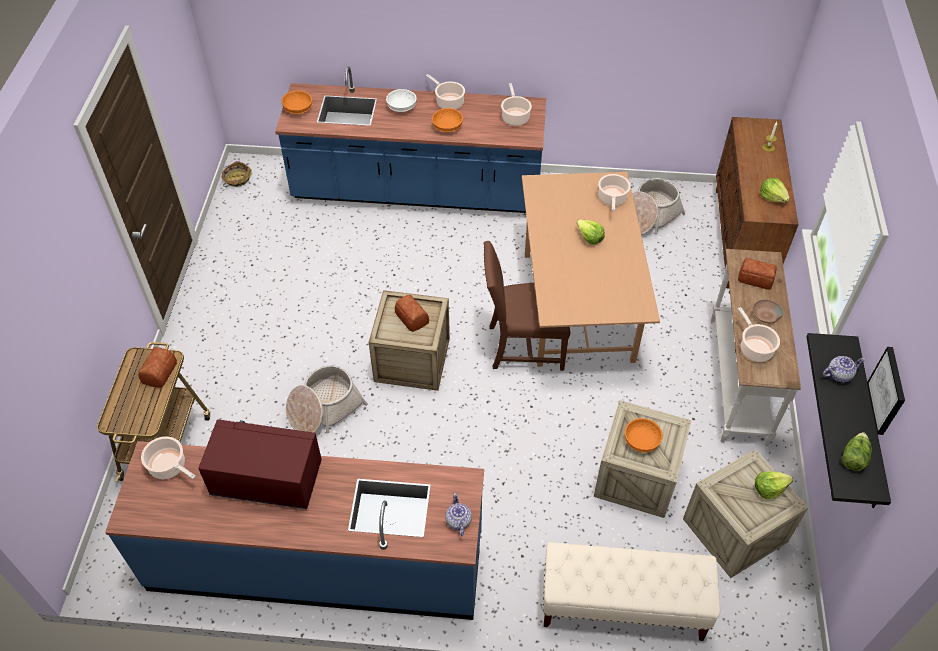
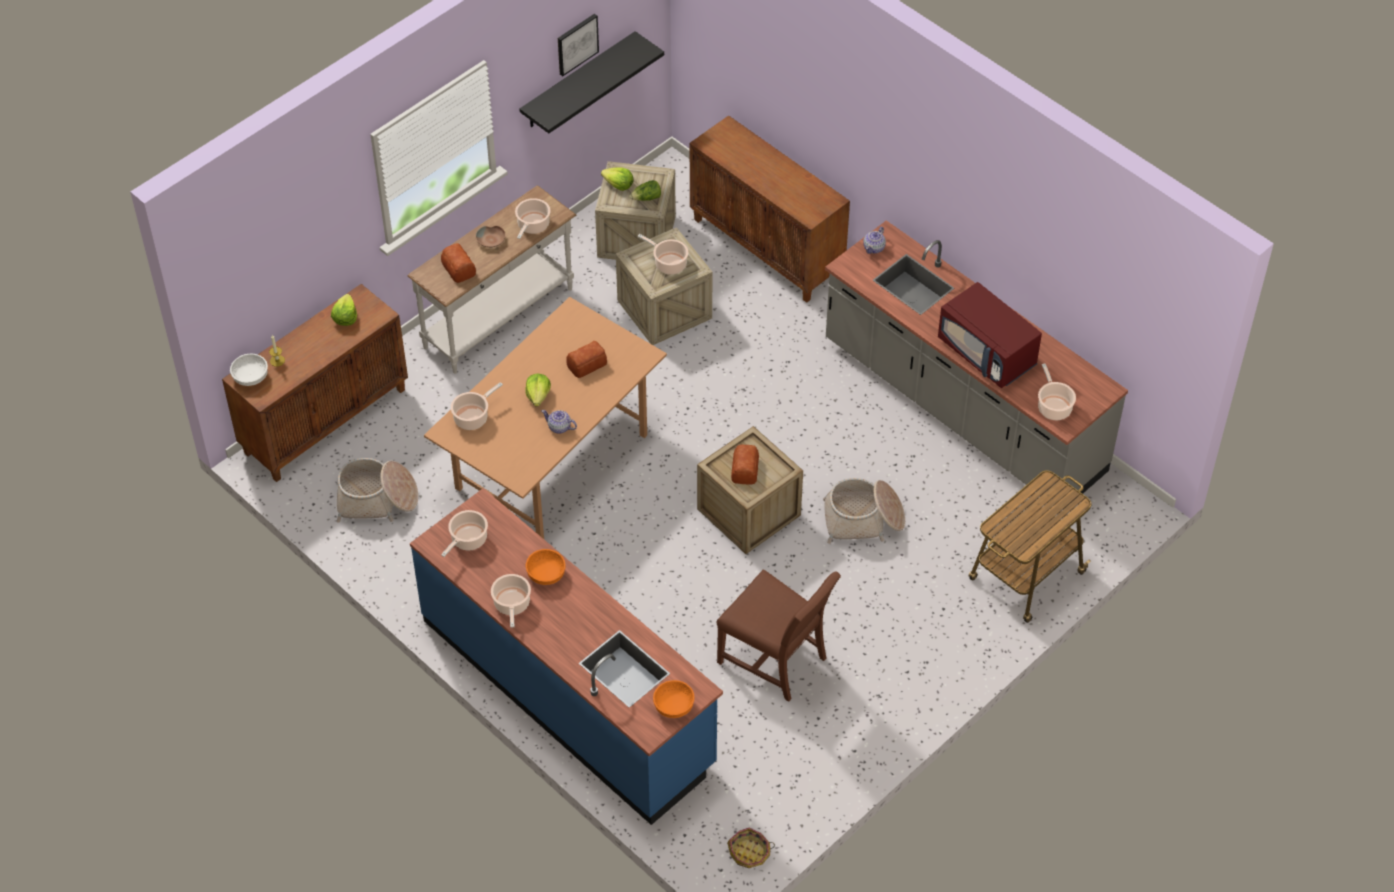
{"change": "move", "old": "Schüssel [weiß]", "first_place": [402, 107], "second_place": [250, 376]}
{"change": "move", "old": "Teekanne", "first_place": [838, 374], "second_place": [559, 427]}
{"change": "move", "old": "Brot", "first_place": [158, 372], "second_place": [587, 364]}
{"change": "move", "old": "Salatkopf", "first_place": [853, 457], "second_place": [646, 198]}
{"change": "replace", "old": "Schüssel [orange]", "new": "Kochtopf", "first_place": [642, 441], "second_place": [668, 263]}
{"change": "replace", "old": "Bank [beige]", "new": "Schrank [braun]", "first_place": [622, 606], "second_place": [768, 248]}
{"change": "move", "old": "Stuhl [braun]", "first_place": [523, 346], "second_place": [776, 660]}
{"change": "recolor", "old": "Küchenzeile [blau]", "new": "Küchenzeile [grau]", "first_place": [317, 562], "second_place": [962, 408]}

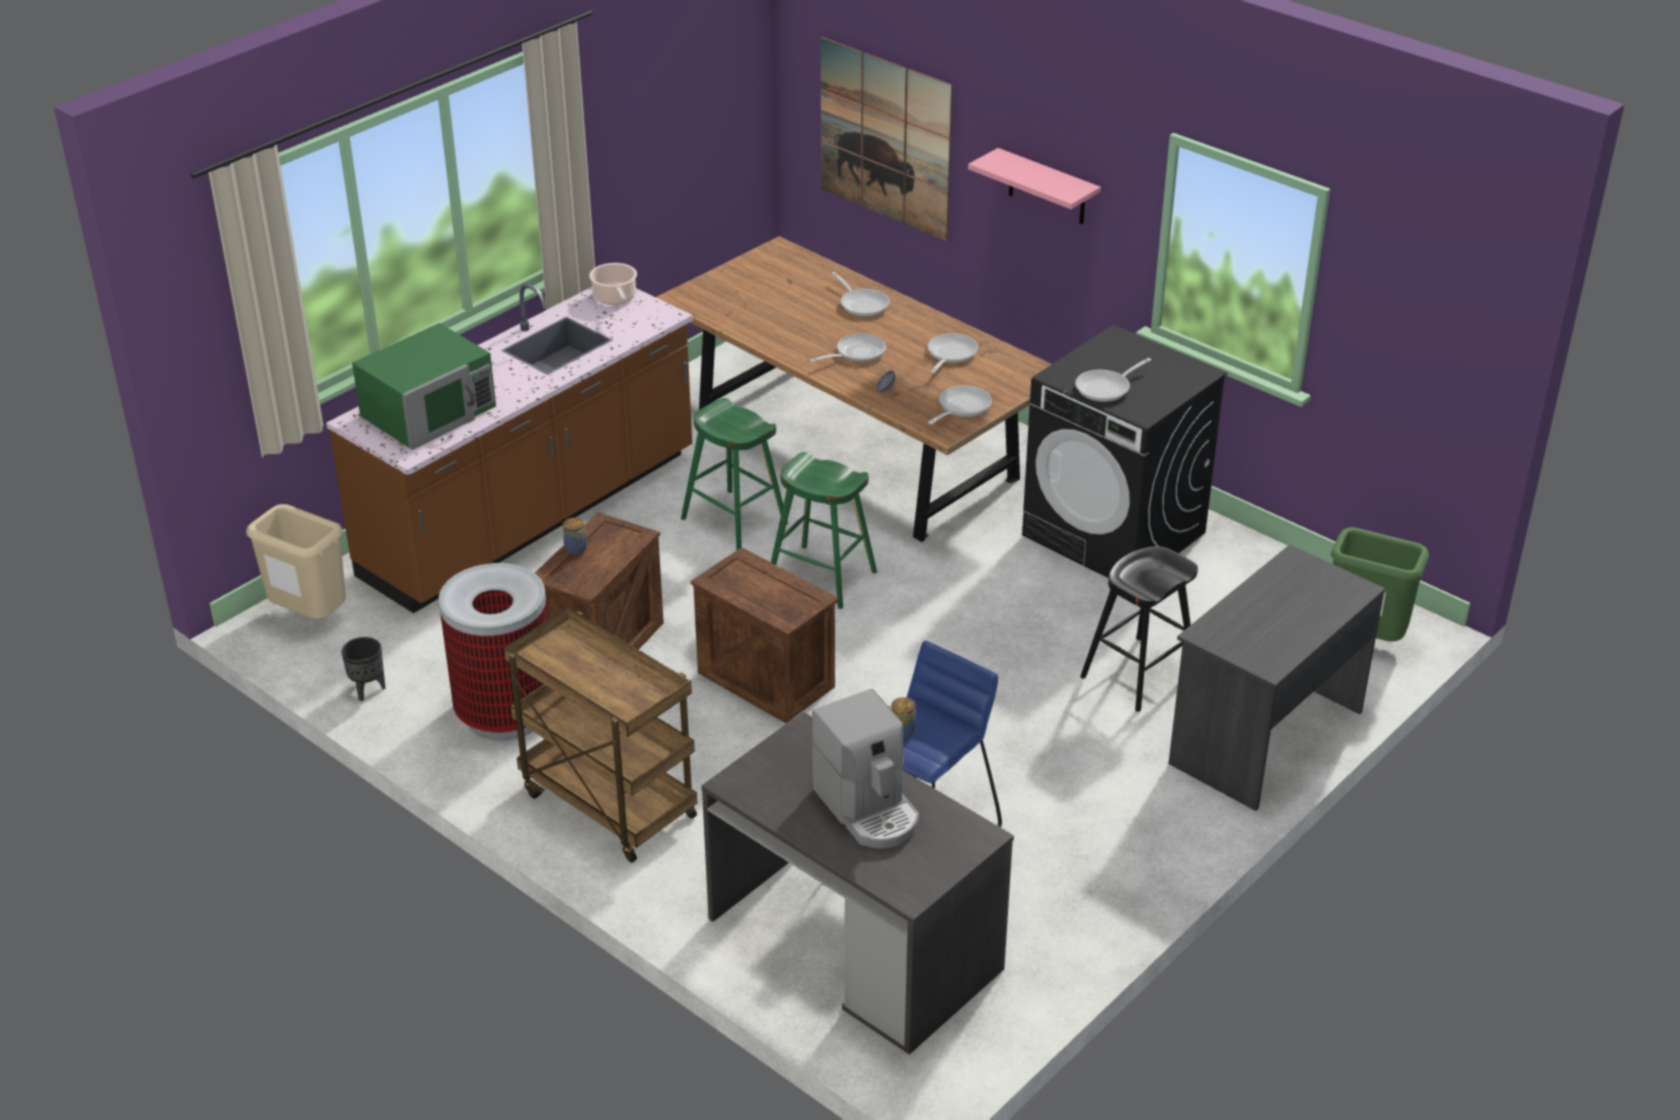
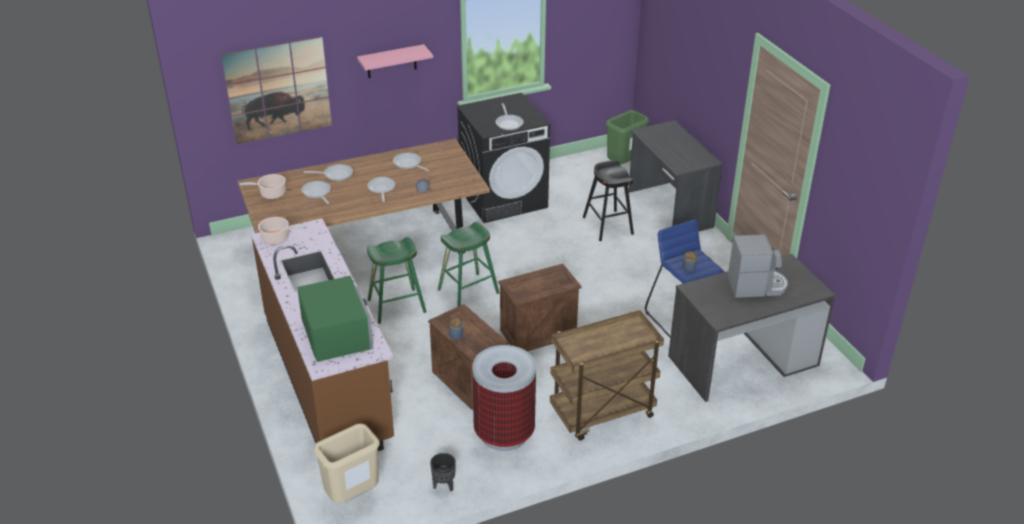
{"change": "insert", "new": "Kochtopf", "second_place": [271, 194]}
{"change": "move", "old": "Pfanne", "first_place": [961, 407], "second_place": [317, 193]}

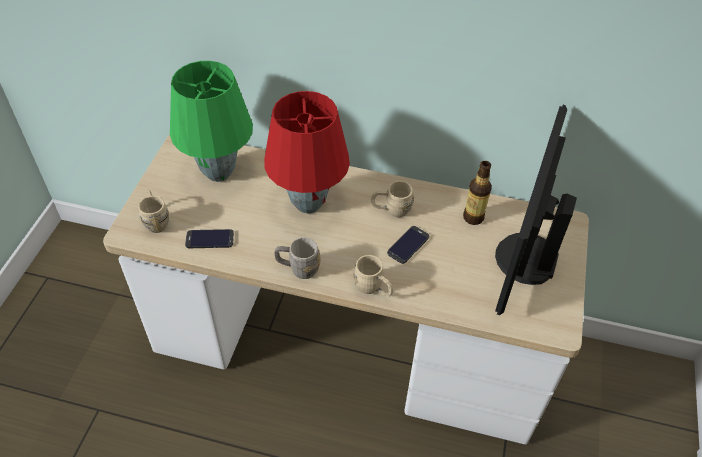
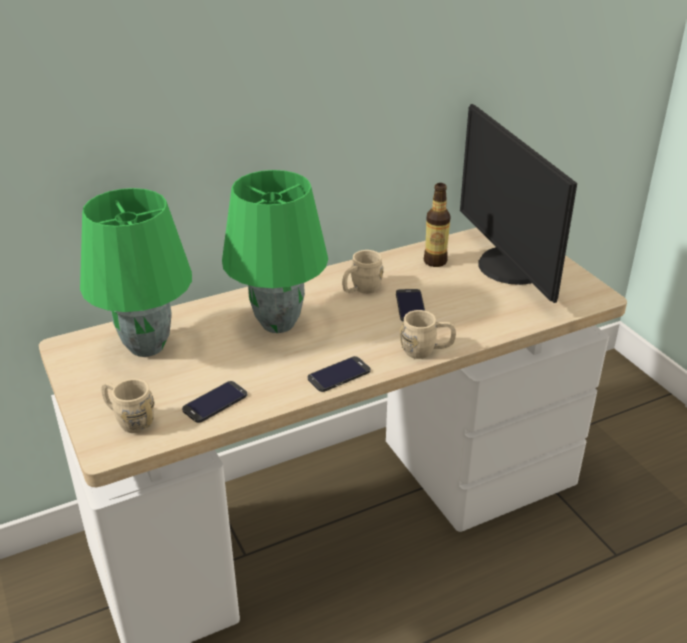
{"change": "recolor", "old": "Tischlampe [rot]", "new": "Tischlampe [grün]", "first_place": [308, 204], "second_place": [279, 324]}
{"change": "replace", "old": "Henkelbecher [grau]", "new": "Handy", "first_place": [298, 269], "second_place": [339, 374]}

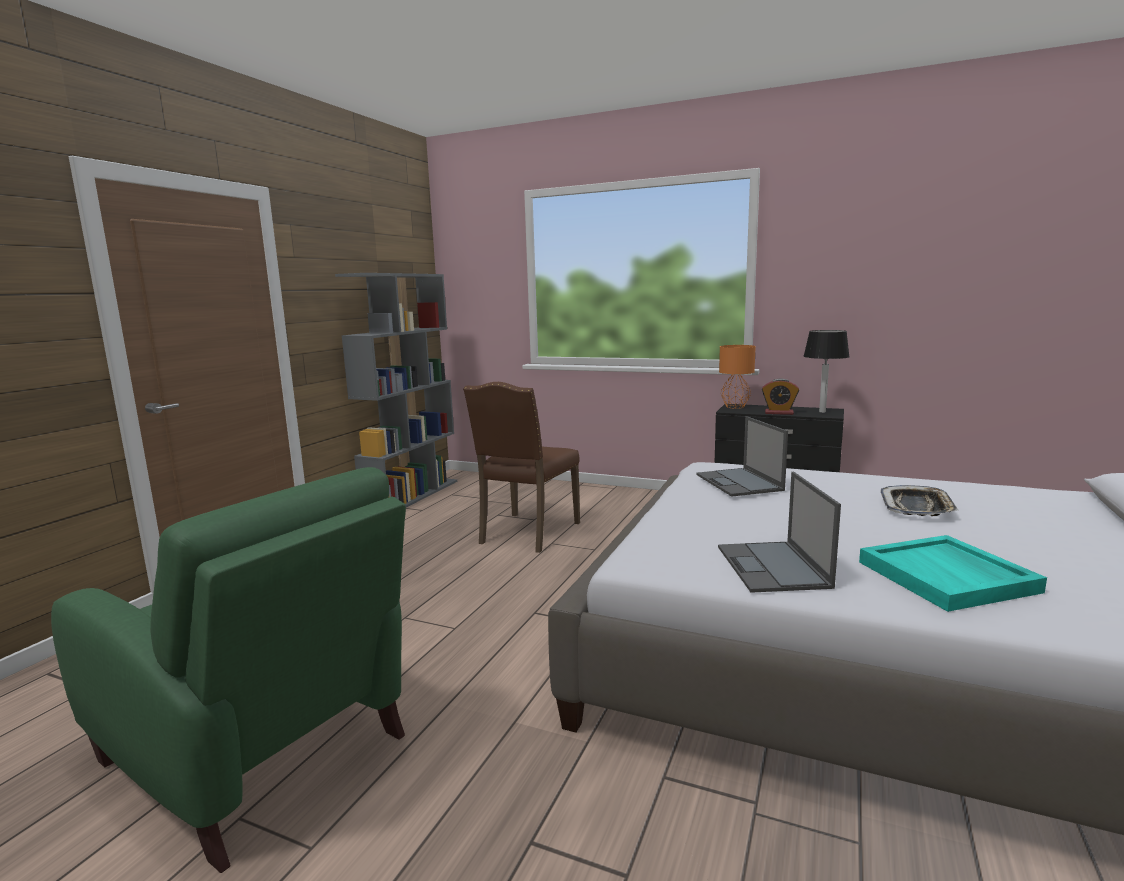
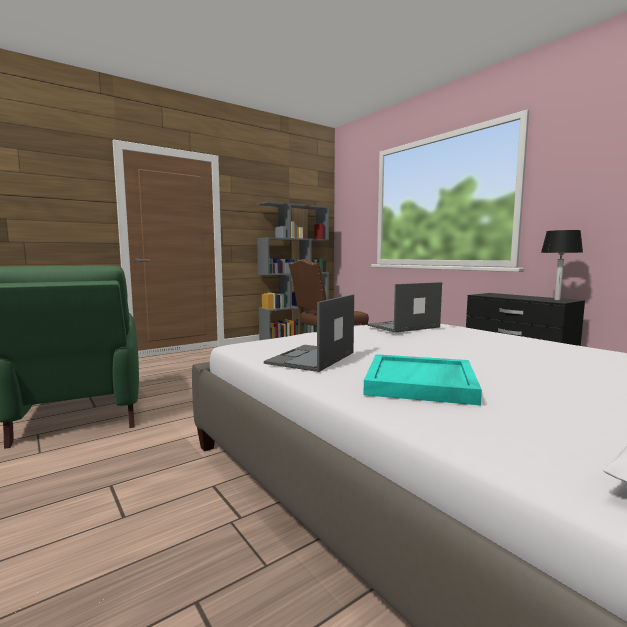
{"change": "rotate", "old": "Laptop", "first_place": [739, 482], "second_place": [403, 326], "degrees": 45}
{"change": "delete", "old": "Tischlampe [orange]", "first_place": [734, 407]}
{"change": "delete", "old": "Wecker", "first_place": [779, 413]}
{"change": "delete", "old": "Tablett", "first_place": [917, 507]}

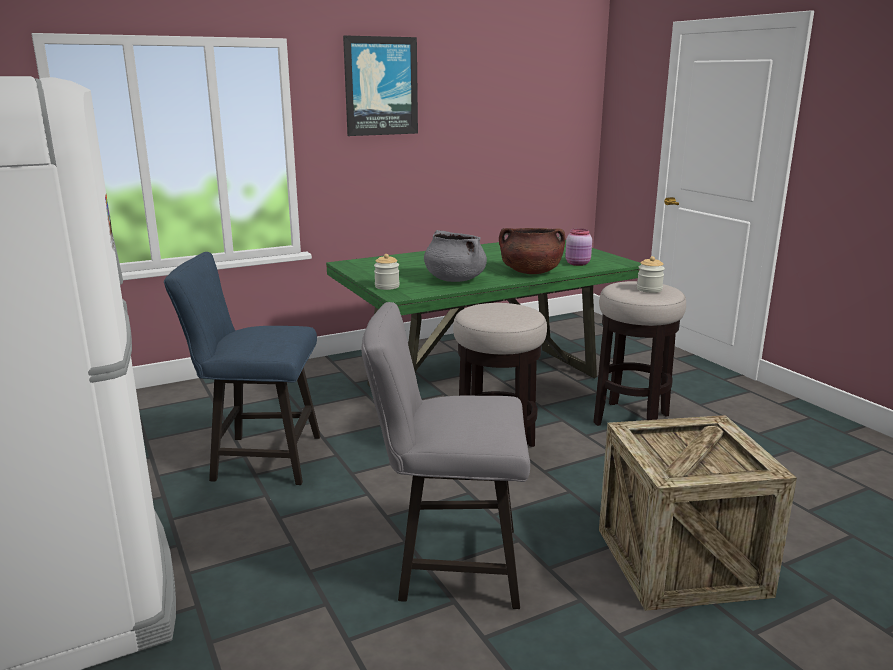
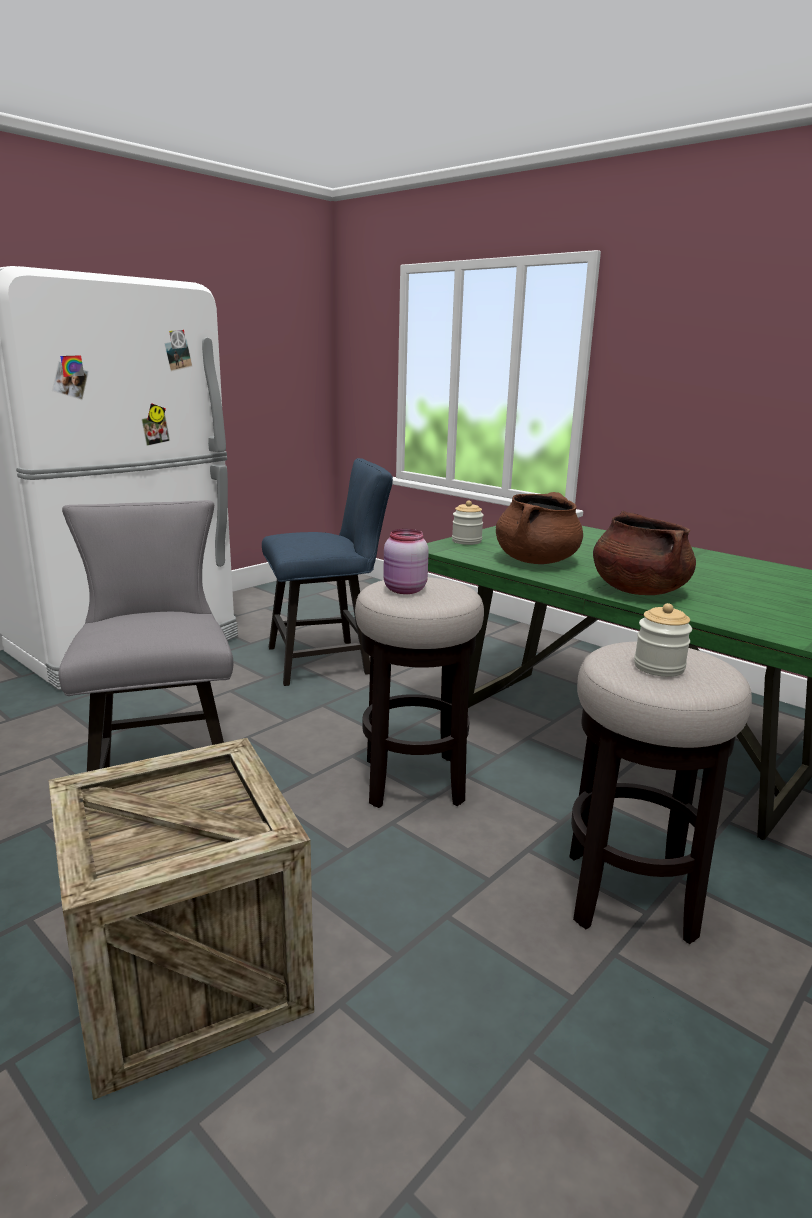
{"change": "rotate", "old": "Stuhl [blau]", "first_place": [258, 459], "second_place": [327, 660], "degrees": 90}
{"change": "move", "old": "Vorratsglas [rosa]", "first_place": [578, 264], "second_place": [404, 590]}
{"change": "recolor", "old": "Kochtopf [grau]", "new": "Kochtopf [braun]", "first_place": [454, 279], "second_place": [536, 561]}
{"change": "delete", "old": "Bild", "first_place": [381, 86]}

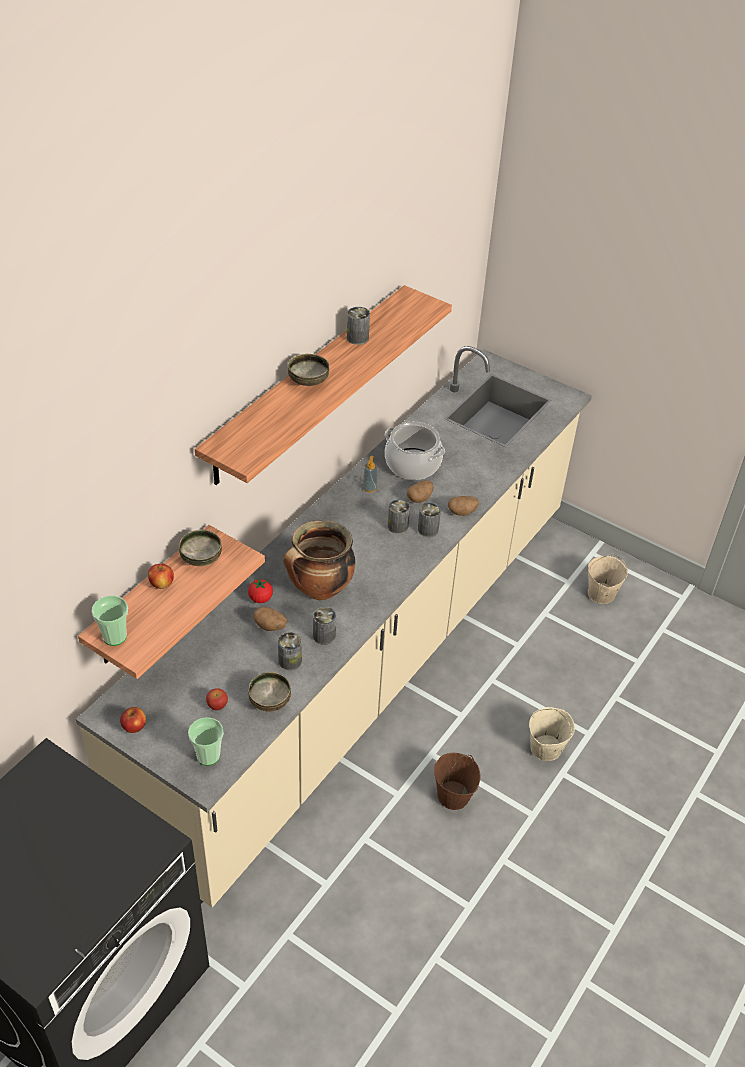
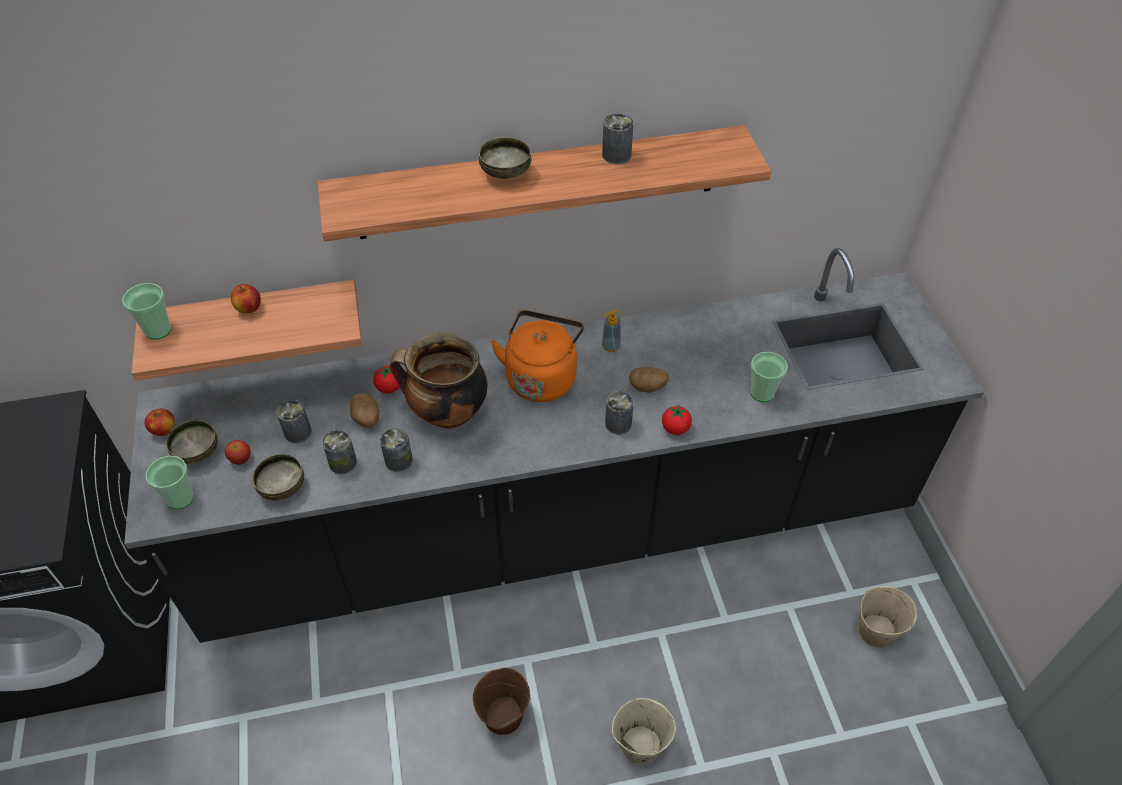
{"change": "recolor", "old": "Küchenzeile [beige]", "new": "Küchenzeile [schwarz]", "first_place": [365, 662], "second_place": [561, 528]}
{"change": "move", "old": "Schüssel", "first_place": [201, 558], "second_place": [198, 452]}
{"change": "move", "old": "Dose", "first_place": [397, 526], "second_place": [298, 432]}
{"change": "insert", "new": "Wasserkessel [orange]", "second_place": [541, 377]}
{"change": "replace", "old": "Kartoffel", "new": "Tomate", "first_place": [462, 512], "second_place": [675, 428]}
{"change": "insert", "new": "Tasse", "second_place": [762, 393]}
{"change": "delete", "old": "Kochtopf", "first_place": [412, 464]}

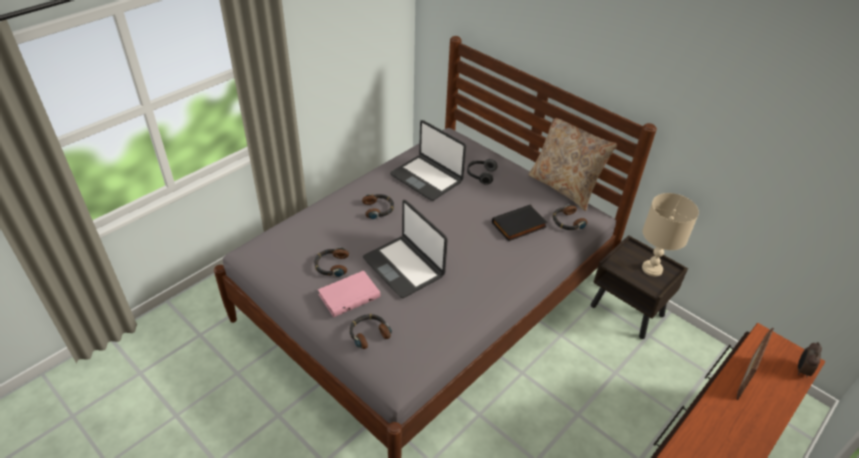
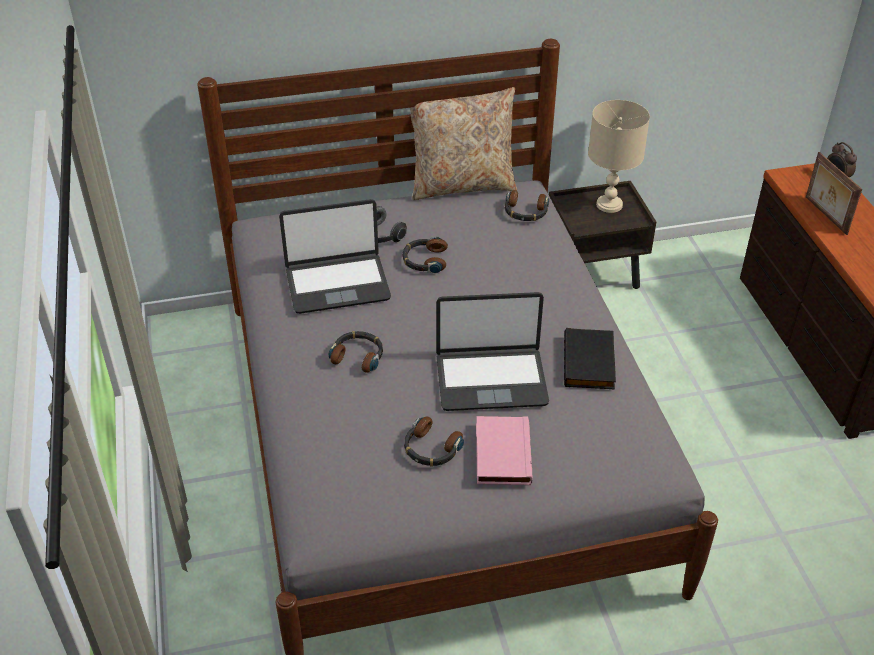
{"change": "move", "old": "Kopfhörer", "first_place": [369, 333], "second_place": [424, 260]}
{"change": "move", "old": "Buch [schwarz]", "first_place": [519, 226], "second_place": [590, 363]}

